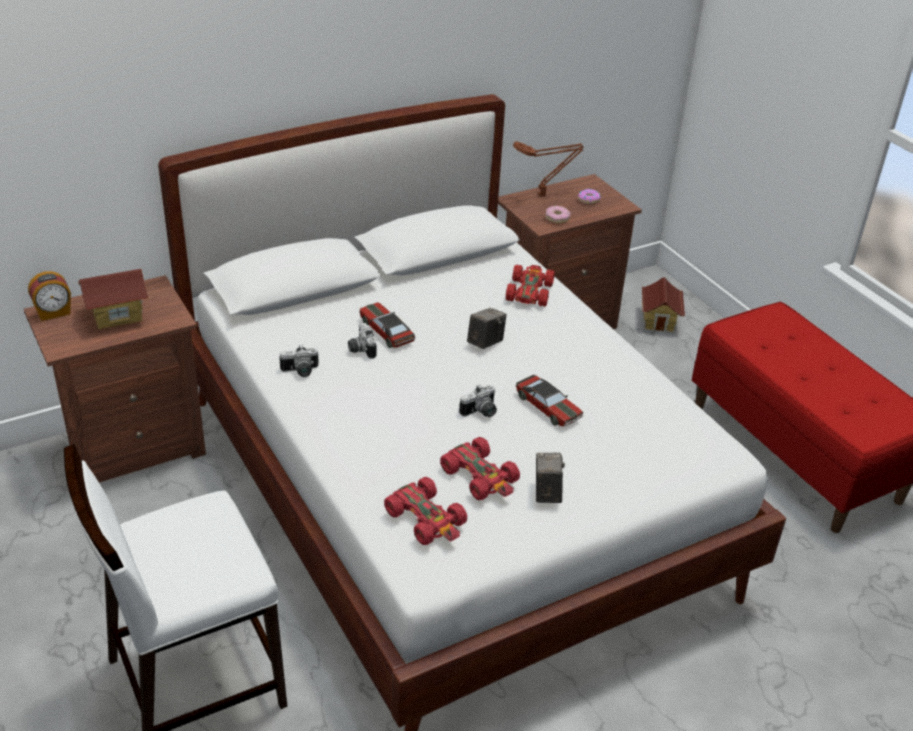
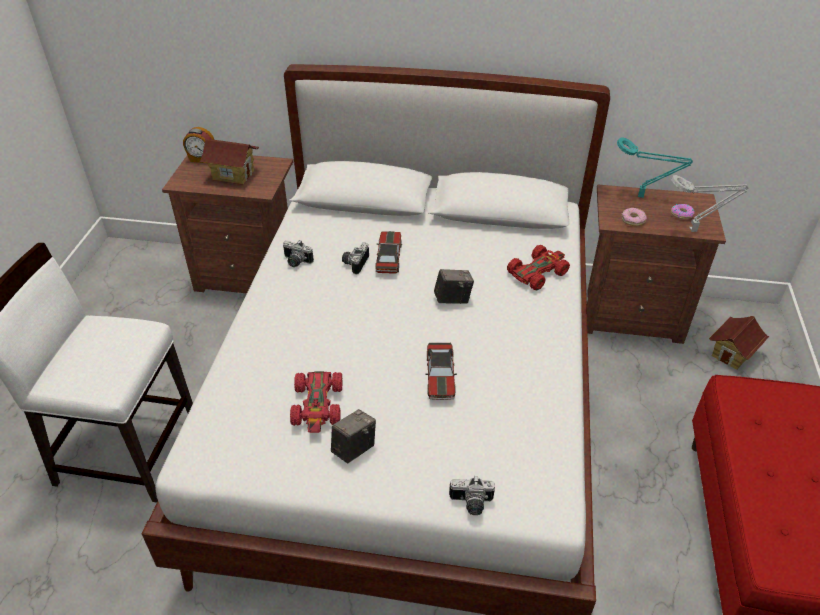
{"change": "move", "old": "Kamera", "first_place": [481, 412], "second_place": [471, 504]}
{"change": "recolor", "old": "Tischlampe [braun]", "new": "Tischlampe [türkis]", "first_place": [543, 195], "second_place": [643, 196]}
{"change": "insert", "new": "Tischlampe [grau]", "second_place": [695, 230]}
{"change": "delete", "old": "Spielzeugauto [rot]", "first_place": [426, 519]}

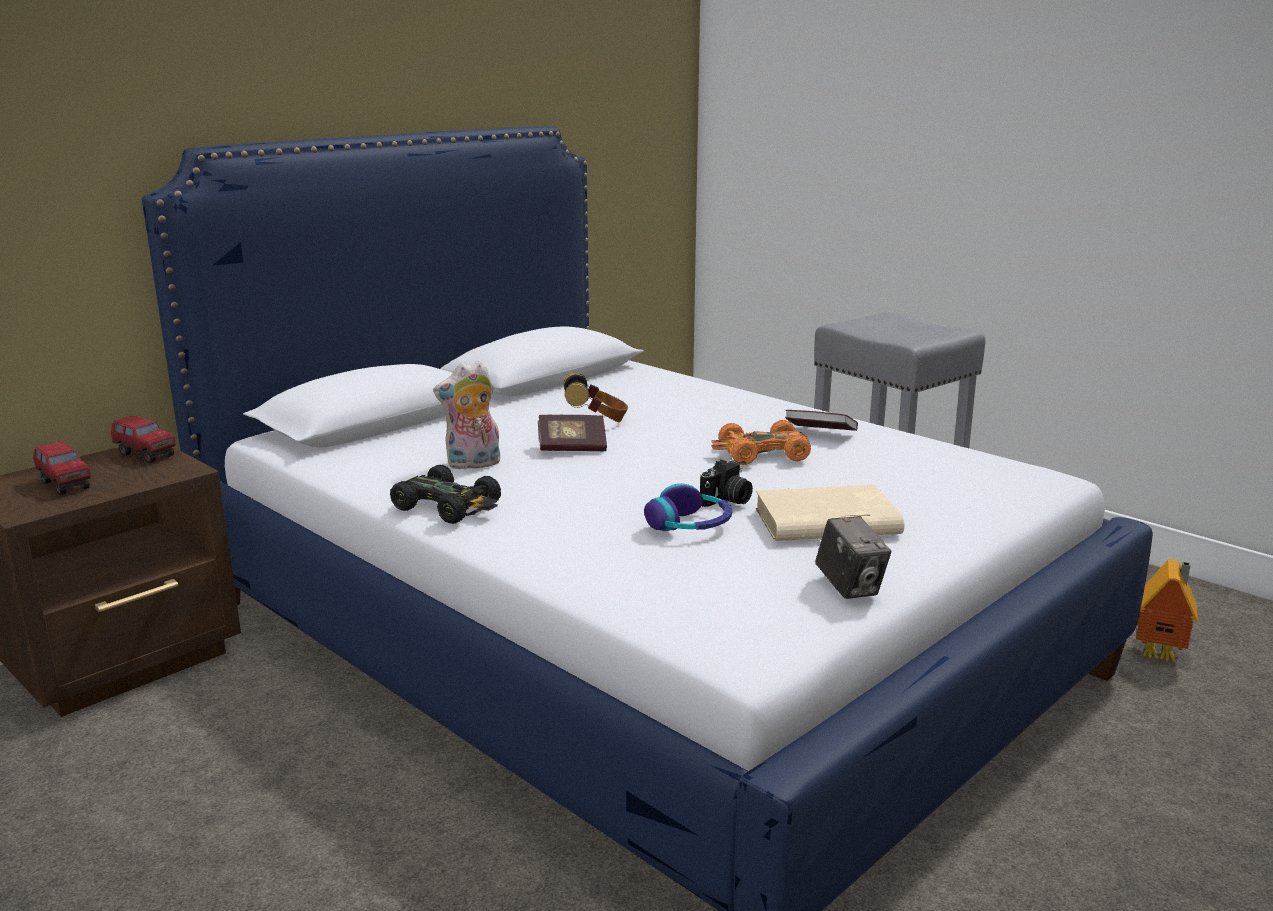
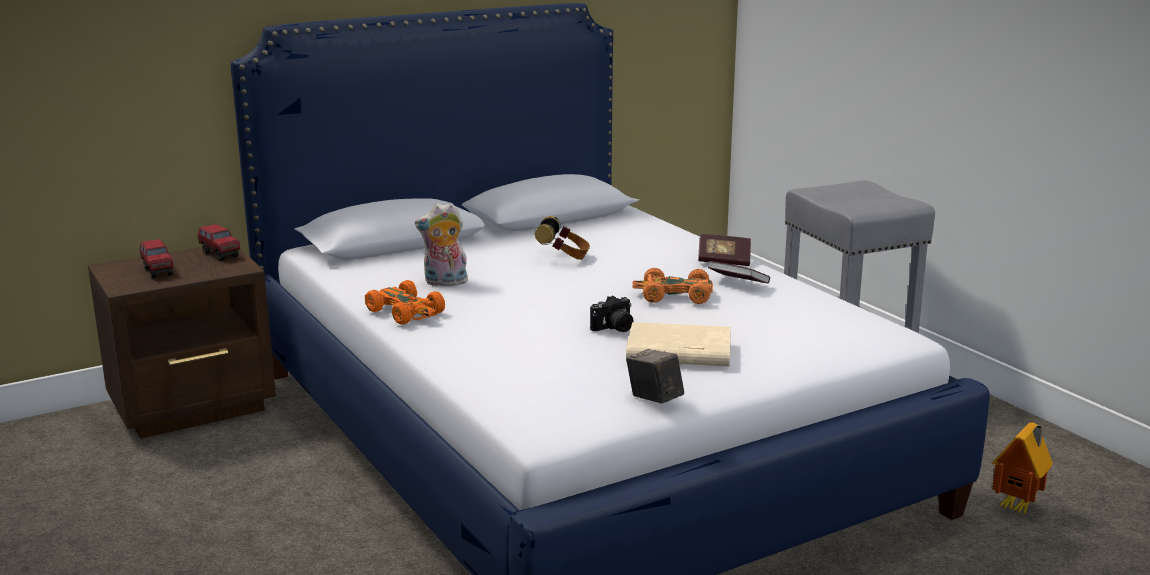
{"change": "recolor", "old": "Spielzeugauto [schwarz]", "new": "Spielzeugauto [orange]", "first_place": [448, 507], "second_place": [406, 312]}
{"change": "rotate", "old": "Kamera", "first_place": [850, 587], "second_place": [654, 399], "degrees": 150}
{"change": "move", "old": "Buch", "first_place": [572, 447], "second_place": [724, 261]}
{"change": "delete", "old": "Kopfhörer", "first_place": [690, 525]}

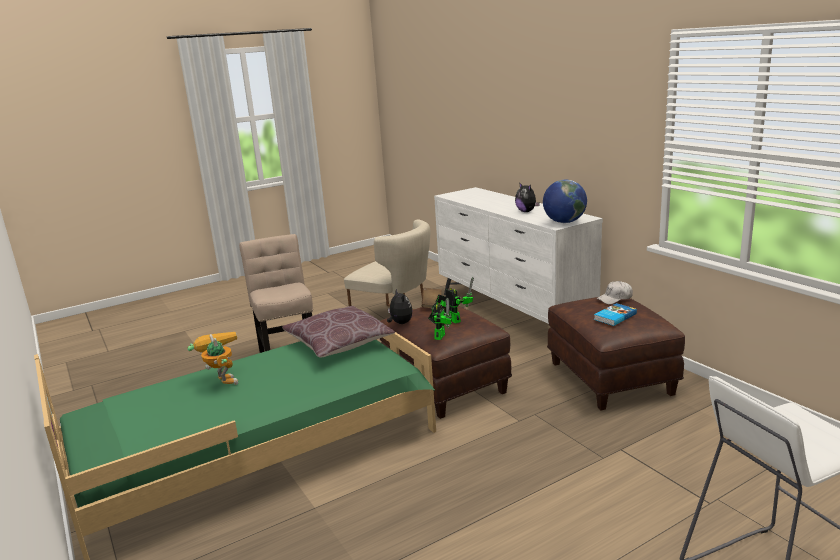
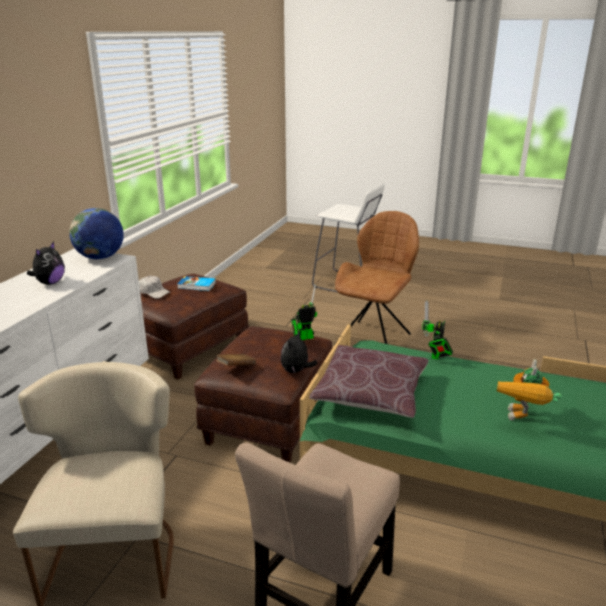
{"change": "insert", "new": "Stuhl [braun]", "second_place": [374, 338]}
{"change": "move", "old": "Spielzeugroboter", "first_place": [452, 319], "second_place": [435, 356]}

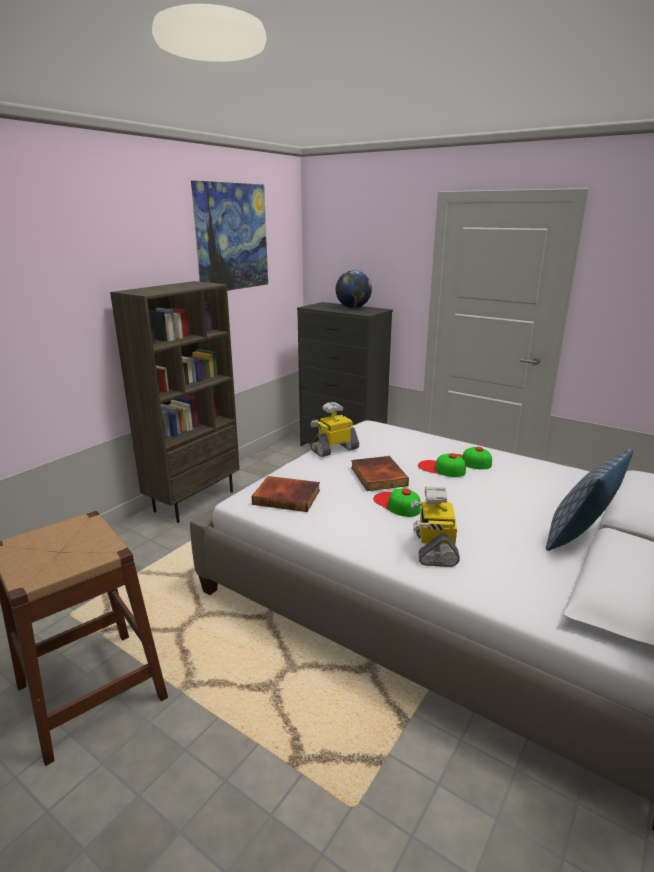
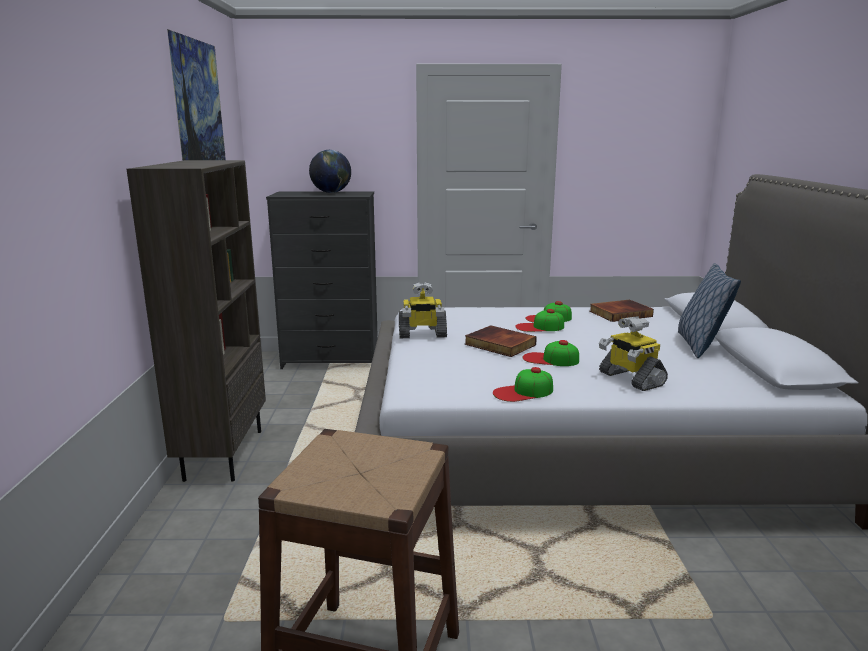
{"change": "rotate", "old": "Spielzeugroboter", "first_place": [334, 449], "second_place": [422, 335], "degrees": -120}
{"change": "insert", "new": "Kappe", "second_place": [523, 392]}
{"change": "move", "old": "Buch", "first_place": [287, 496], "second_place": [620, 313]}

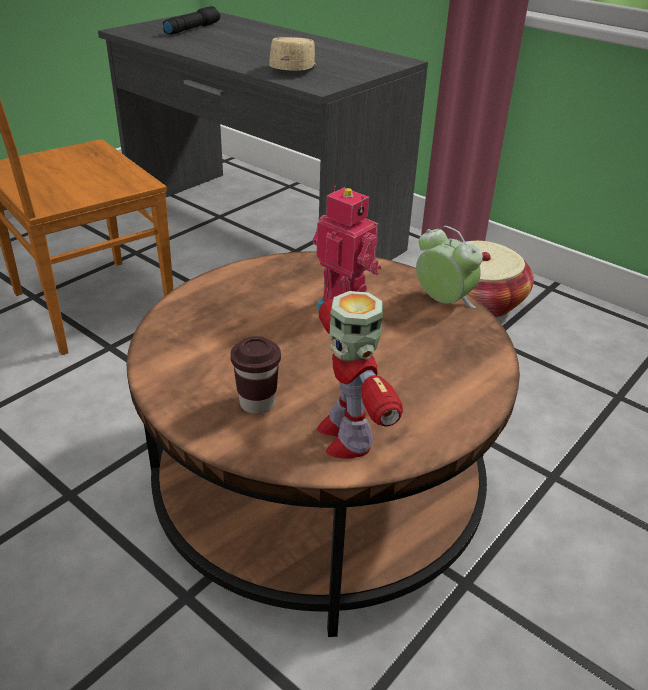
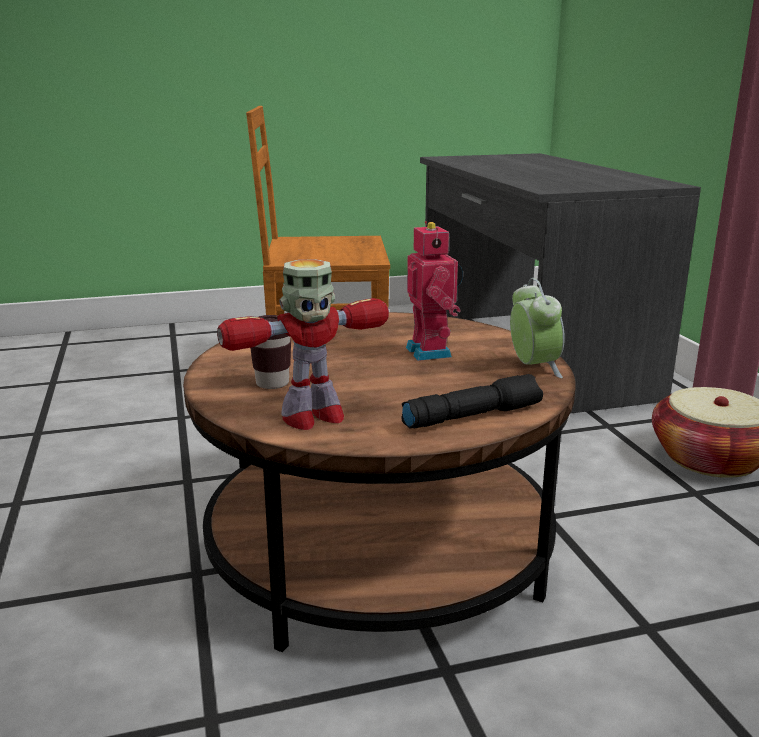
{"change": "rotate", "old": "Spielzeugroboter", "first_place": [346, 435], "second_place": [311, 417], "degrees": -135}
{"change": "move", "old": "Taschenlampe [schwarz]", "first_place": [192, 29], "second_place": [472, 416]}
{"change": "delete", "old": "Kappe [beige]", "first_place": [295, 68]}

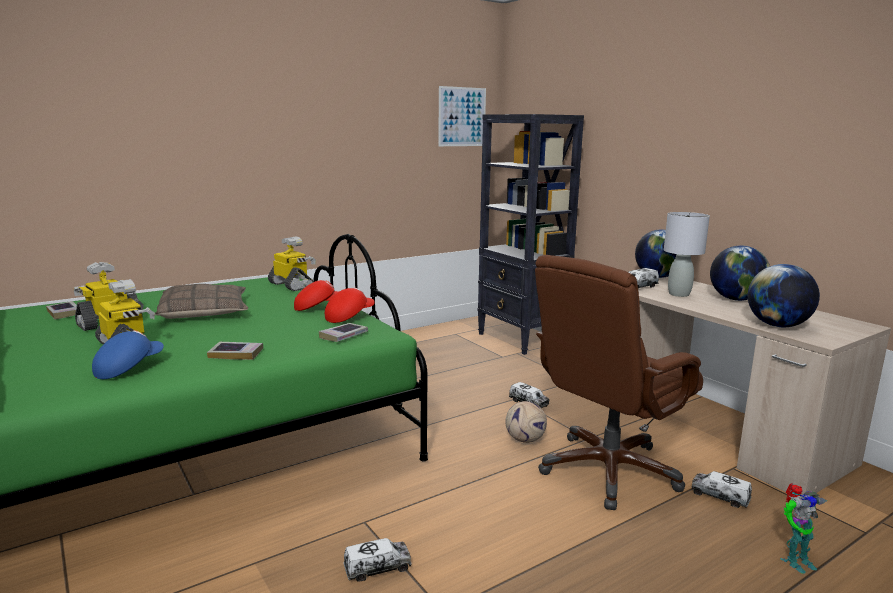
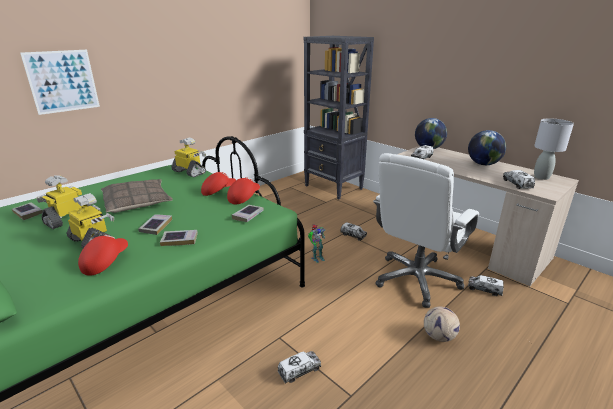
{"change": "move", "old": "Bild", "first_place": [462, 117], "second_place": [62, 81]}
{"change": "recolor", "old": "Kappe [blau]", "new": "Kappe [rot]", "first_place": [128, 368], "second_place": [105, 262]}
{"change": "insert", "new": "Buch", "second_place": [156, 226]}
{"change": "move", "old": "Spielzeugroboter", "first_place": [795, 560], "second_place": [316, 258]}
{"change": "recolor", "old": "Bürostuhl [braun]", "new": "Bürostuhl [weiß]", "first_place": [608, 471], "second_place": [416, 279]}
{"change": "move", "old": "Fußball", "first_place": [525, 440], "second_place": [439, 337]}
{"change": "replace", "old": "Globus", "new": "Spielzeuglaster", "first_place": [777, 325], "second_place": [517, 184]}
{"change": "move", "old": "Tischlampe [grau]", "first_place": [679, 294], "second_place": [541, 177]}

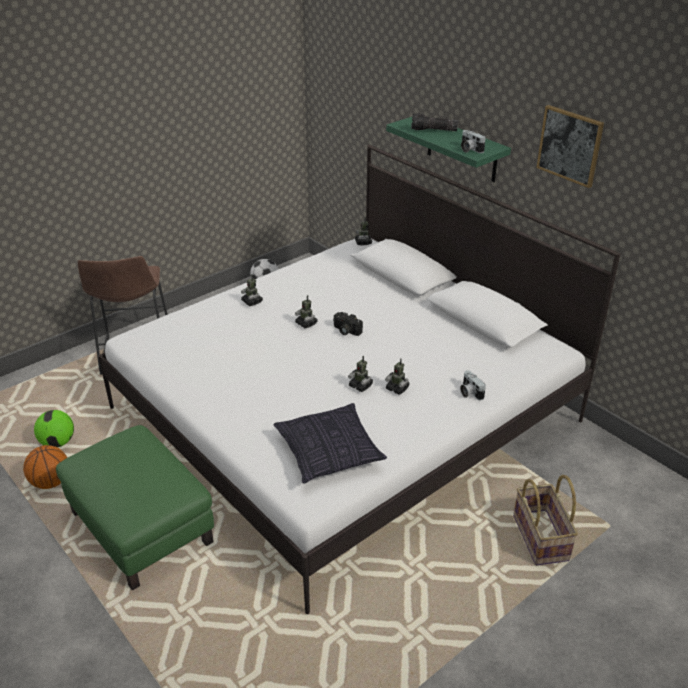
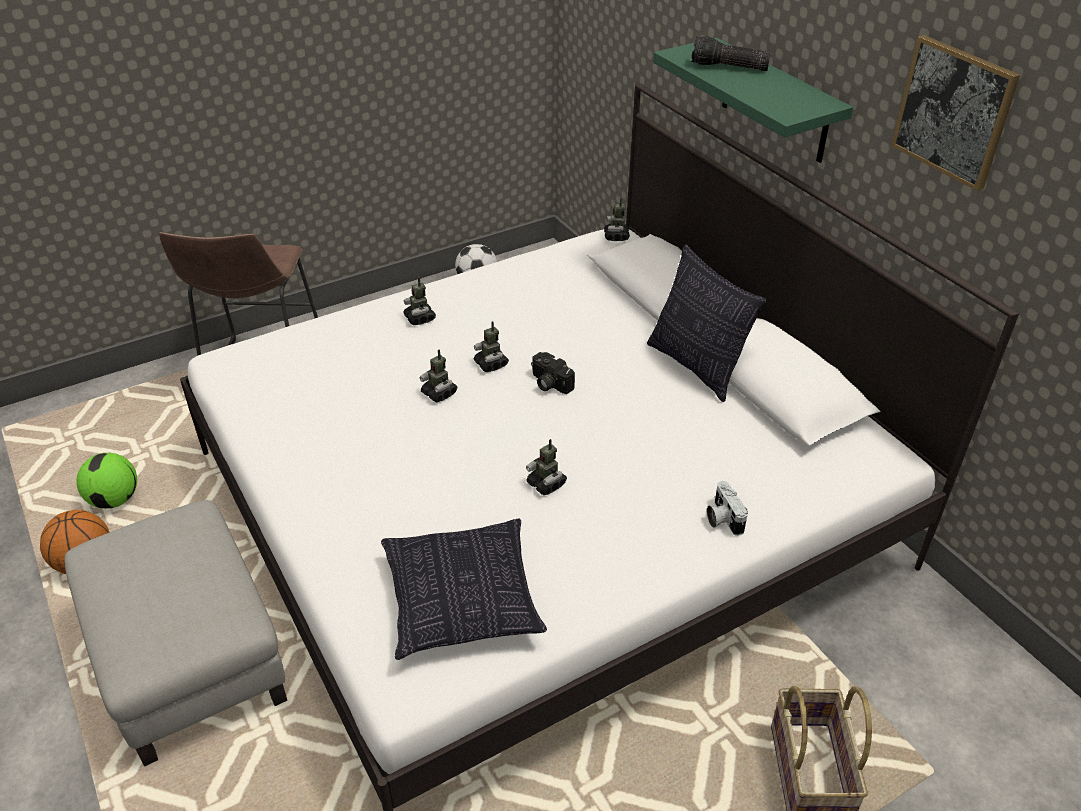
{"change": "recolor", "old": "Polsterhocker [grün]", "new": "Polsterhocker [grau]", "first_place": [142, 527], "second_place": [191, 657]}
{"change": "move", "old": "Spielzeugroboter", "first_place": [397, 388], "second_place": [439, 393]}
{"change": "insert", "new": "Kissen", "second_place": [696, 366]}
{"change": "delete", "old": "Kamera", "first_place": [469, 149]}

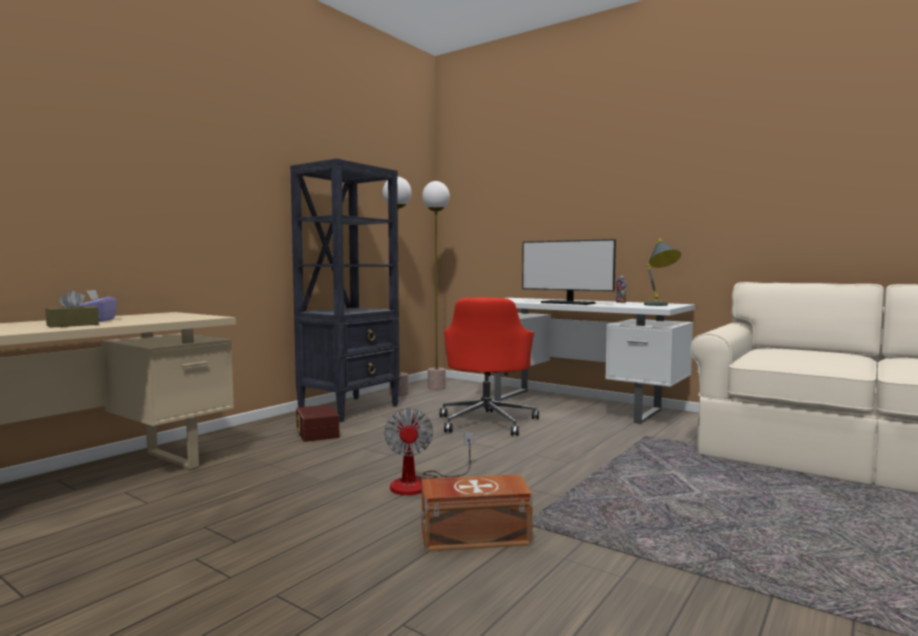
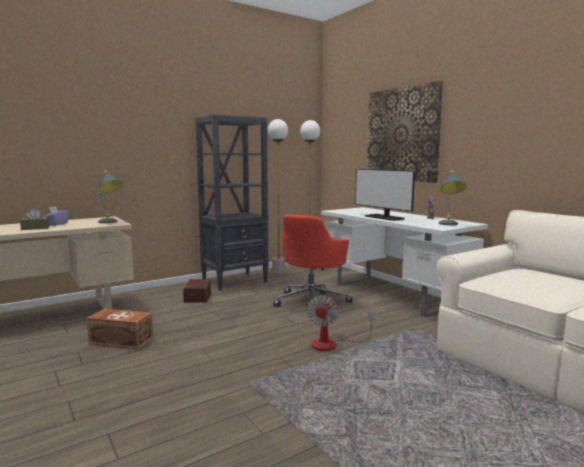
{"change": "move", "old": "Aufbewahrungsbox [braun]", "first_place": [473, 535], "second_place": [121, 340]}
{"change": "insert", "new": "Tischlampe [grau]", "second_place": [111, 222]}
{"change": "move", "old": "Ventilator", "first_place": [420, 484], "second_place": [332, 344]}
{"change": "insert", "new": "Bild", "second_place": [402, 134]}

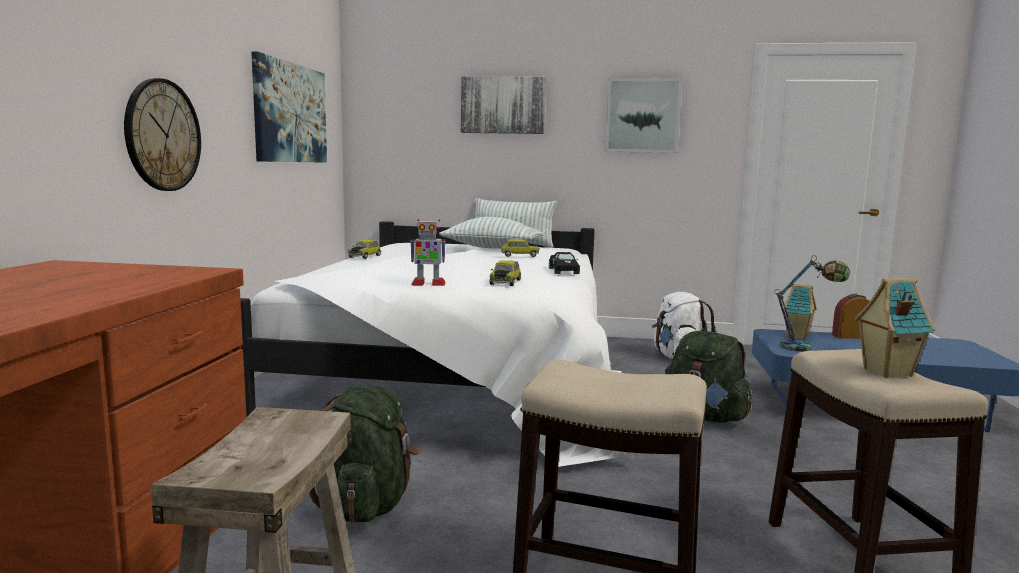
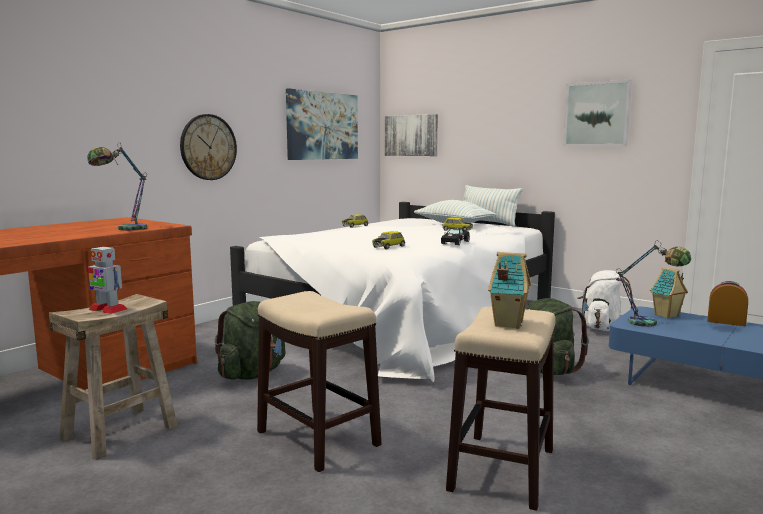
{"change": "insert", "new": "Tischlampe", "second_place": [124, 229]}
{"change": "move", "old": "Spielzeugroboter", "first_place": [427, 284], "second_place": [107, 309]}
{"change": "move", "old": "Bild", "first_place": [503, 105], "second_place": [411, 135]}

